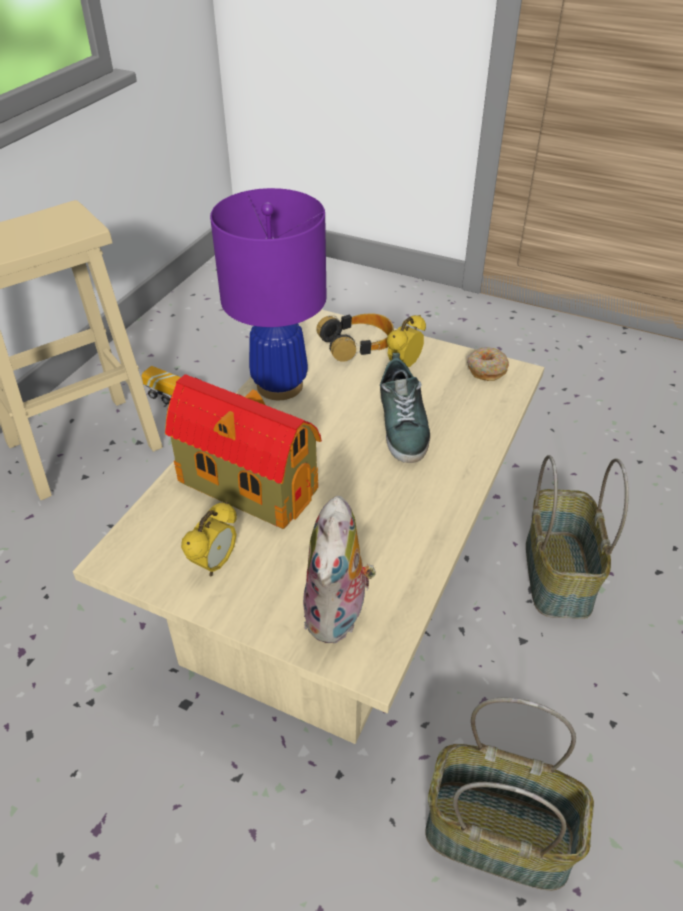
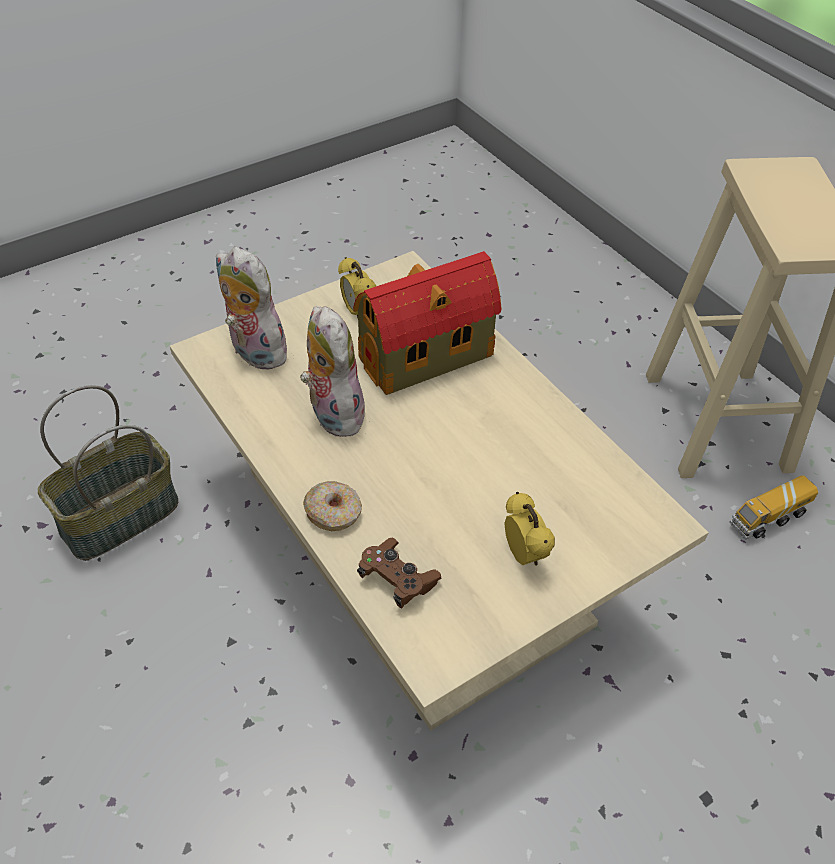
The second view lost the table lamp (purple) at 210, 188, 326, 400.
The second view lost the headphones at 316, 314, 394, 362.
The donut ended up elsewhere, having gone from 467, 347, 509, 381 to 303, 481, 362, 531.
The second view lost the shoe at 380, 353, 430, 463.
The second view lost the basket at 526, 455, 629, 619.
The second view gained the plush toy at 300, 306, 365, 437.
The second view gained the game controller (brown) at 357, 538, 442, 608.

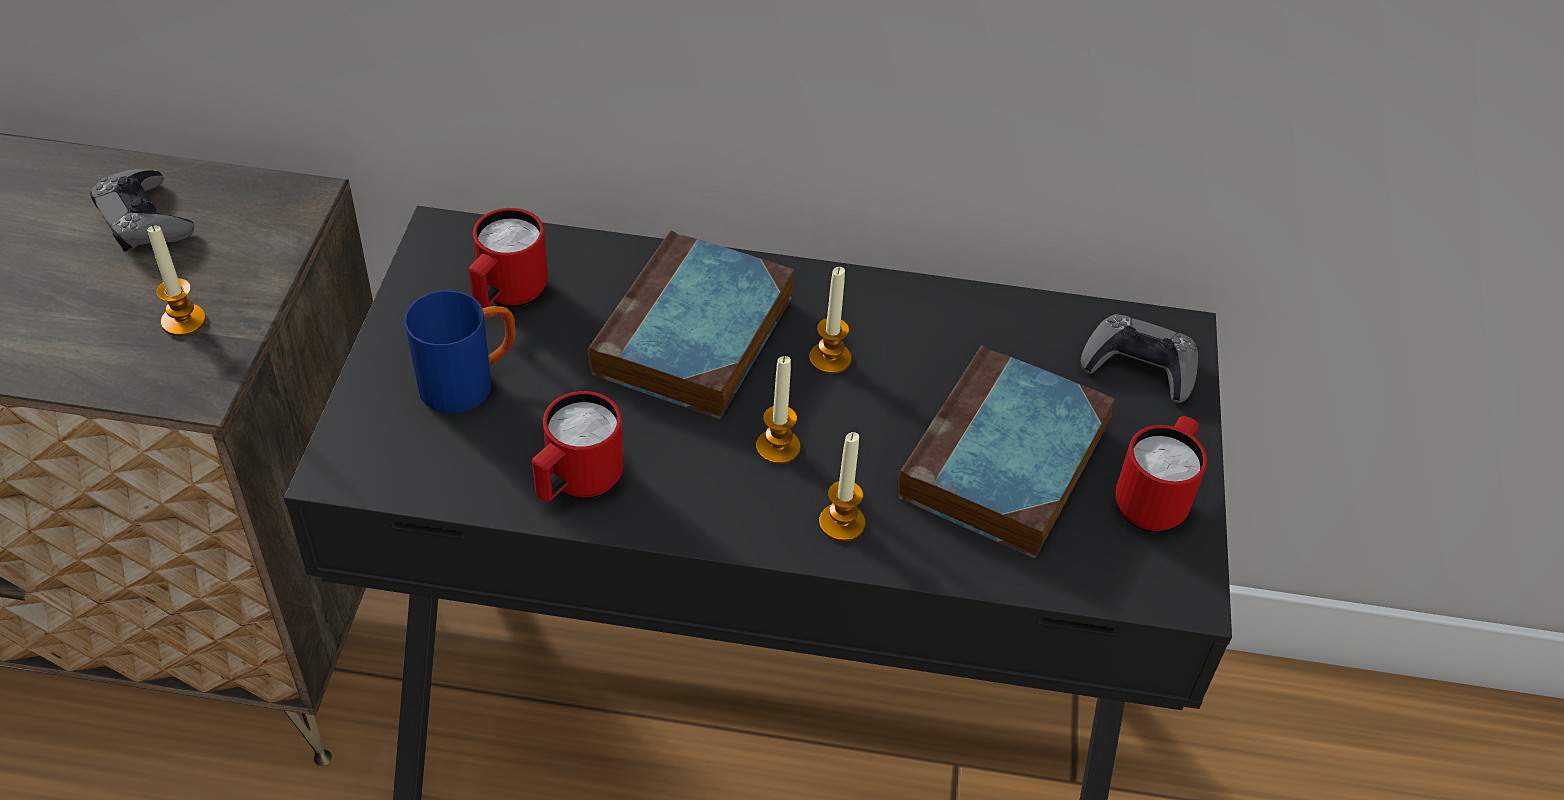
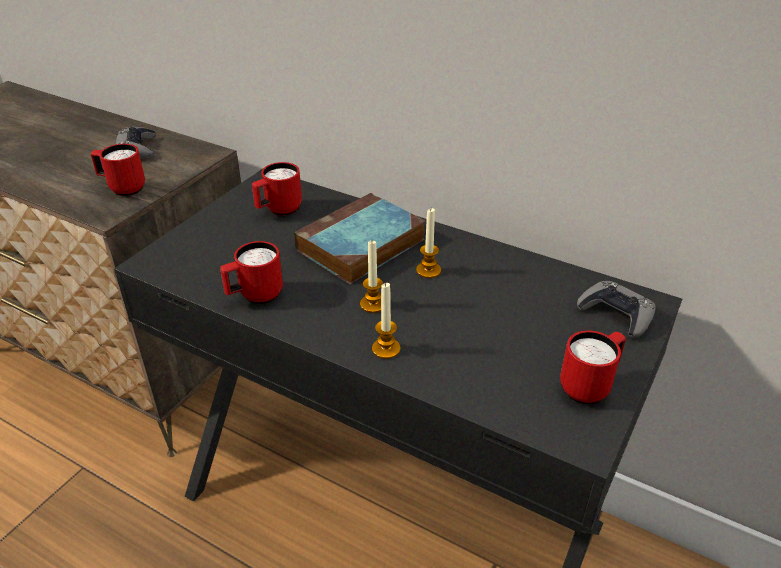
Where the candle stood at 147, 225, 206, 336, the mug (red) came to stand at 91, 144, 145, 196.
The second view lost the mug (blue) at 404, 290, 516, 413.
The second view lost the book at 897, 345, 1115, 558.

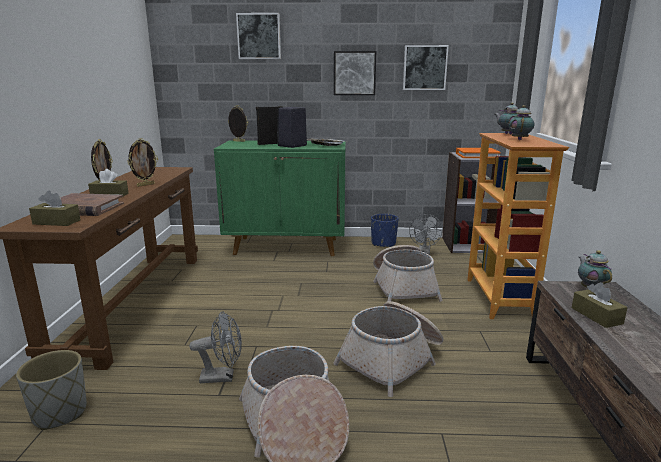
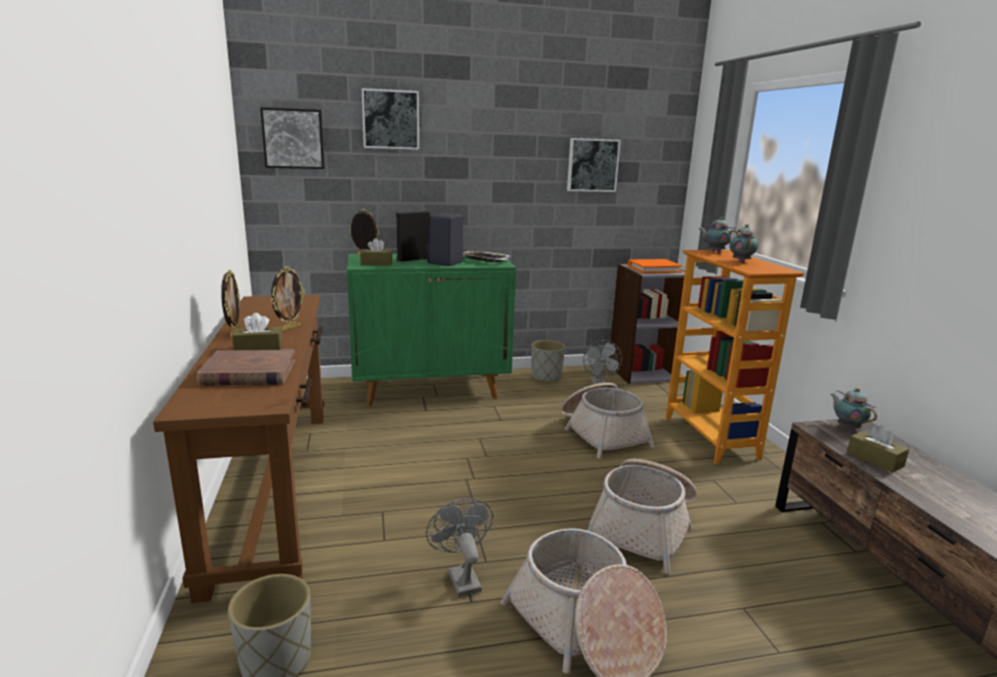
The picture ended up elsewhere, having gone from 334, 51, 376, 95 to 260, 107, 324, 169.
The tissue box (brown) ended up elsewhere, having gone from 29, 191, 81, 226 to 360, 238, 392, 265.
What was the planter (blue) at 371, 214, 399, 247 turned into the planter (grey) at 531, 340, 565, 382.
The fan (grey) at 189, 311, 242, 383 ended up facing another way, 90 degrees counterclockwise from before.

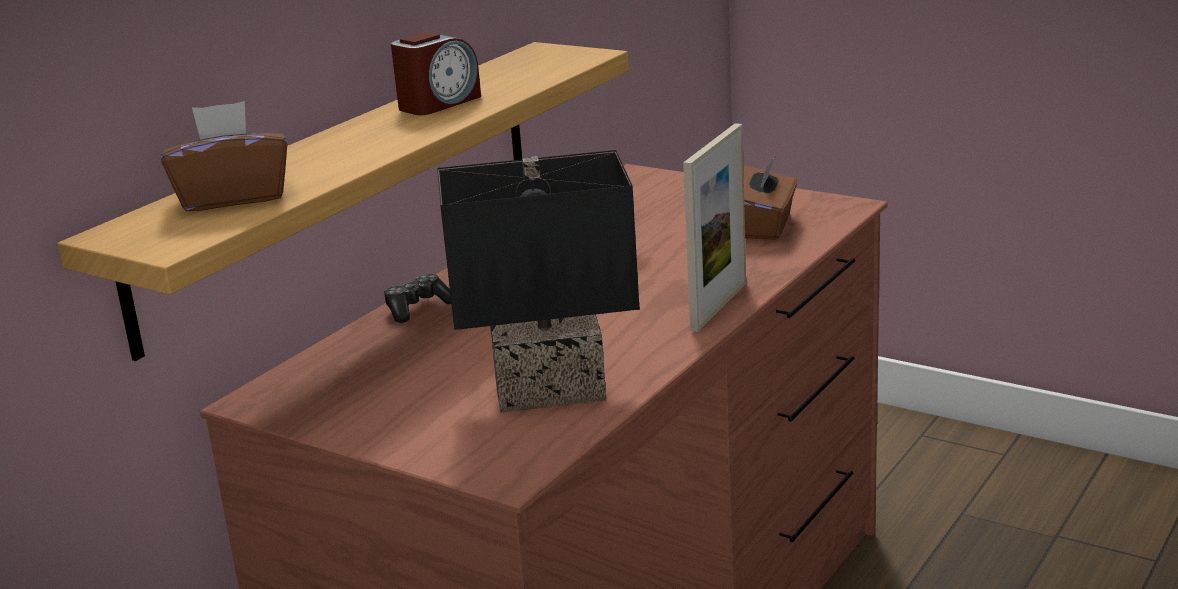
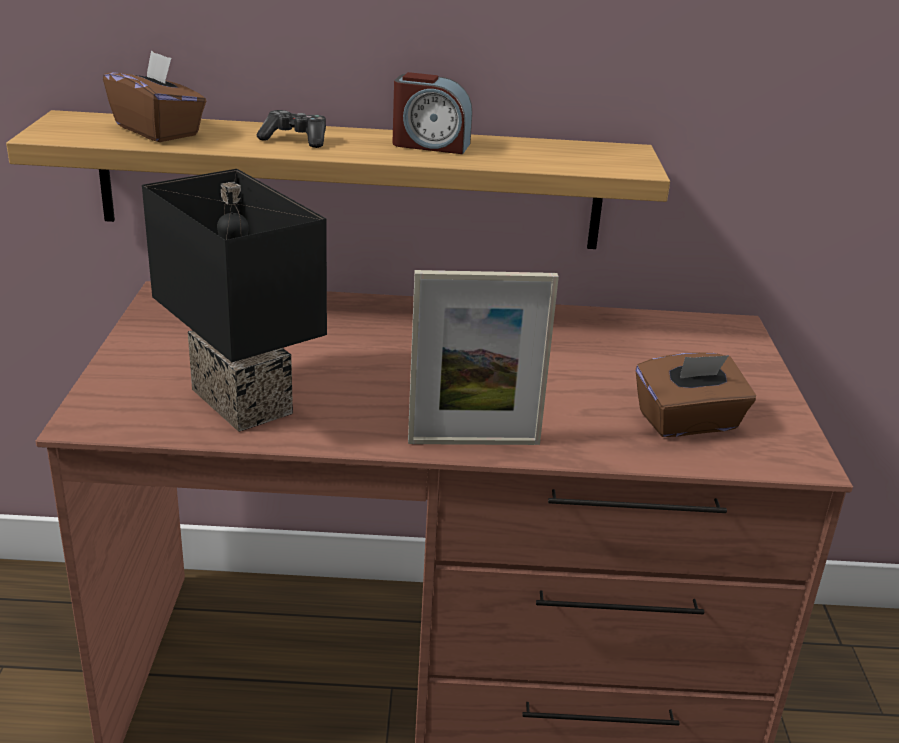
The game controller ended up elsewhere, having gone from 384, 274, 451, 323 to 257, 110, 326, 148.

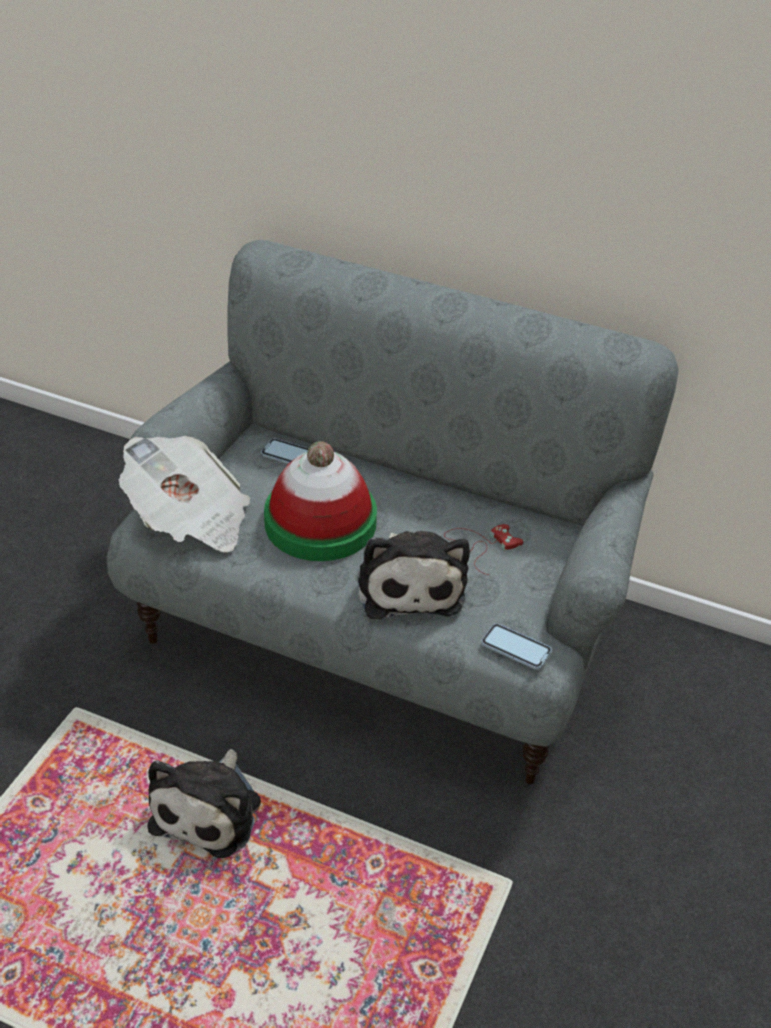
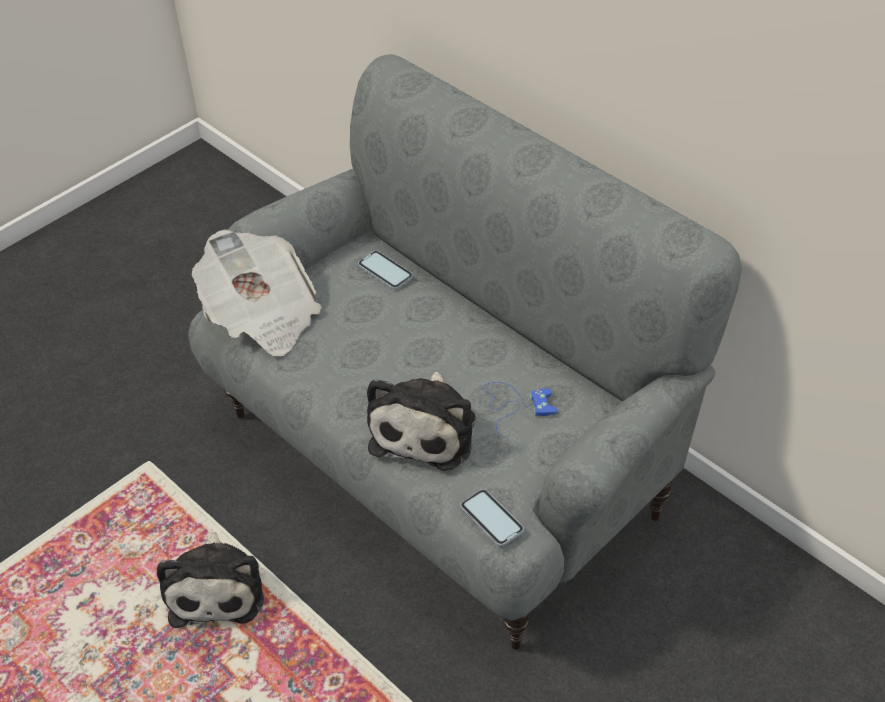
The second view lost the hat at 264, 441, 377, 561.
What was the game controller (red) at 444, 524, 523, 575 turned into the game controller (blue) at 483, 382, 558, 438.
The plush toy at 147, 749, 261, 858 ended up facing another way, 45 degrees counterclockwise from before.

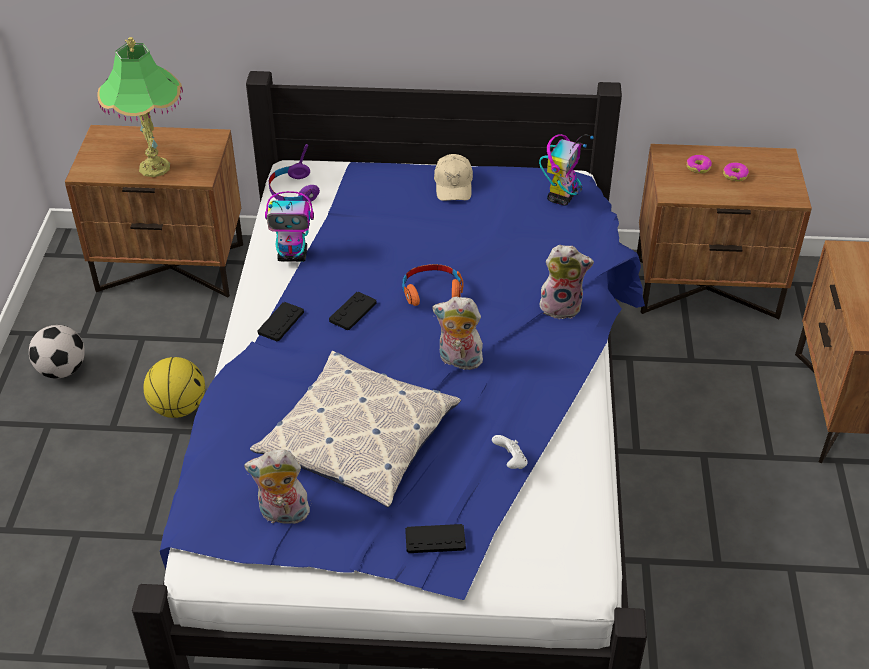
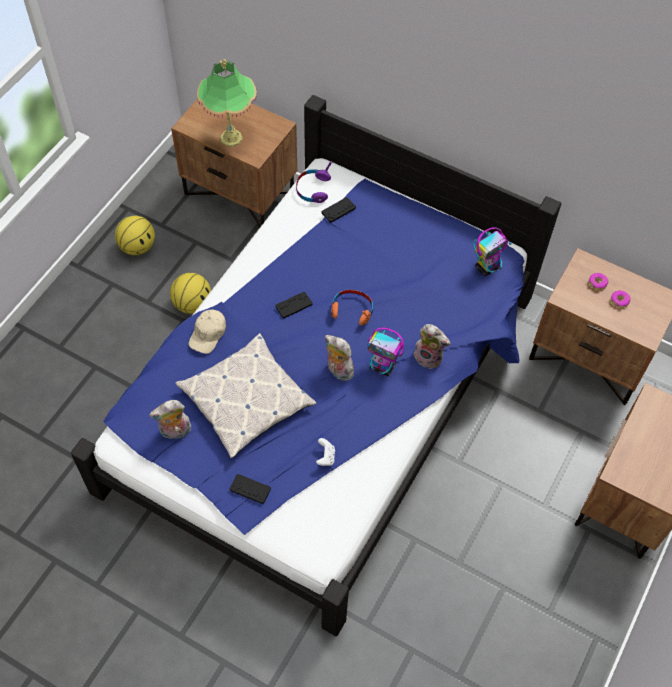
The cap (beige) ended up elsewhere, having gone from 434, 154, 473, 201 to 189, 310, 226, 354.
The toy robot ended up elsewhere, having gone from 265, 191, 314, 262 to 367, 328, 404, 376.
The game controller (black) ended up elsewhere, having gone from 257, 302, 304, 341 to 322, 197, 356, 223.
Where the football stood at 29, 325, 85, 379, the basketball came to stand at 115, 216, 155, 255.
The plush toy at 244, 450, 311, 524 ended up facing another way, 45 degrees counterclockwise from before.

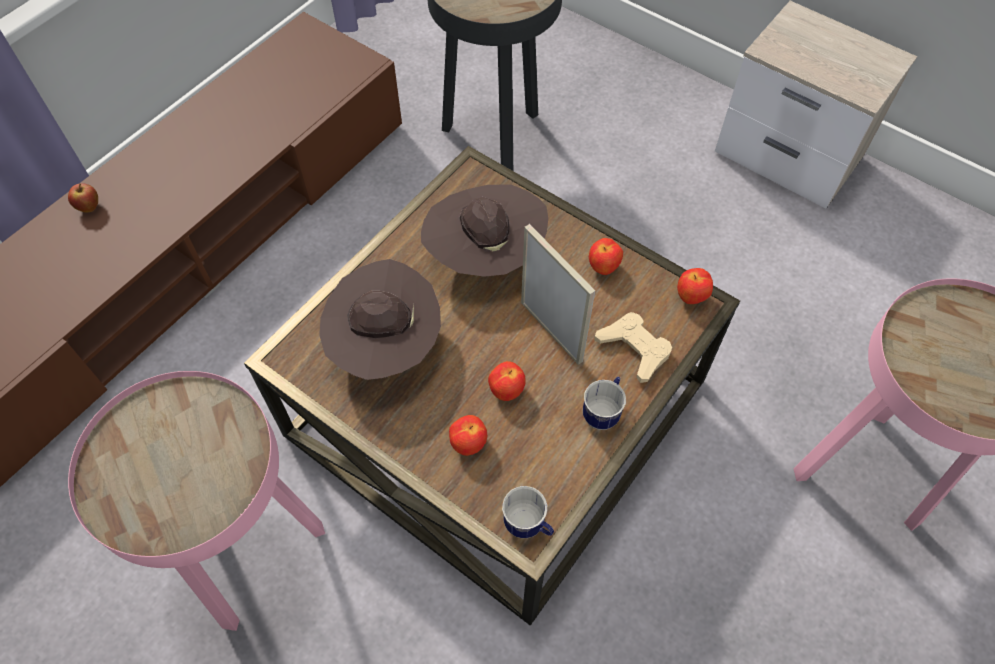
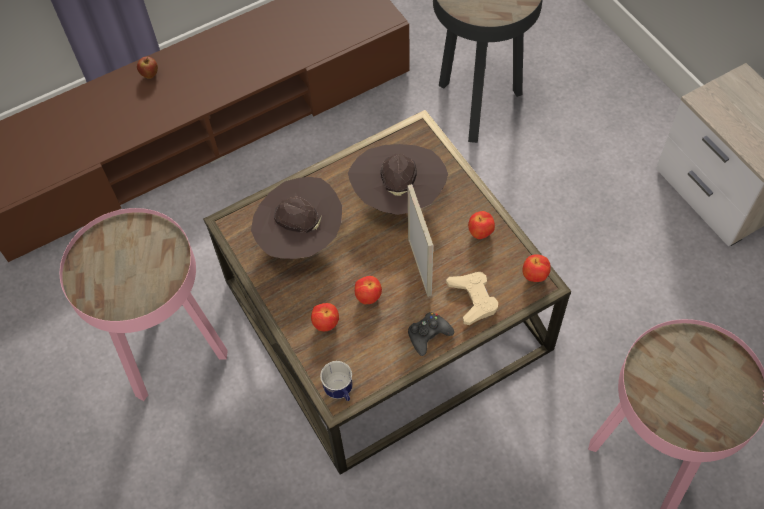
Where the mug stood at 583, 376, 626, 430, the game controller (black) came to stand at 408, 312, 454, 356.

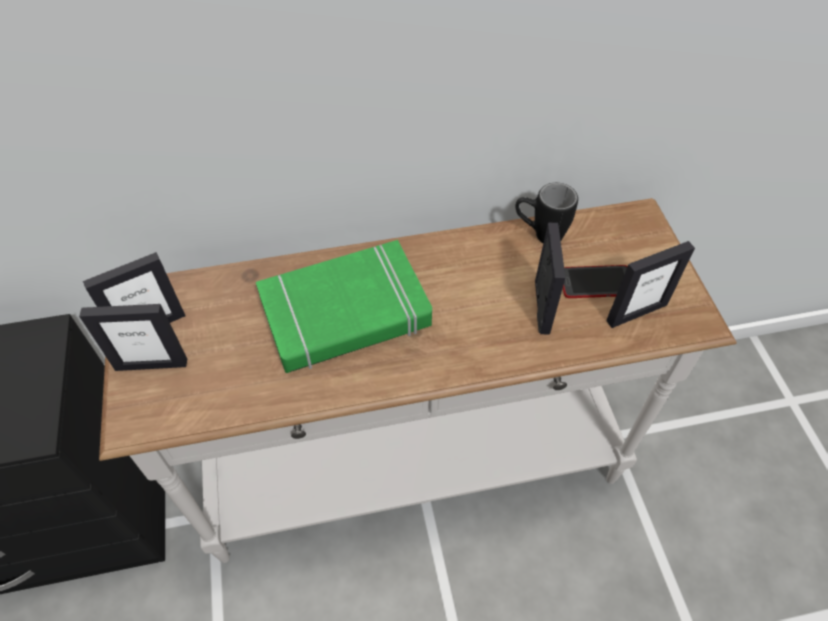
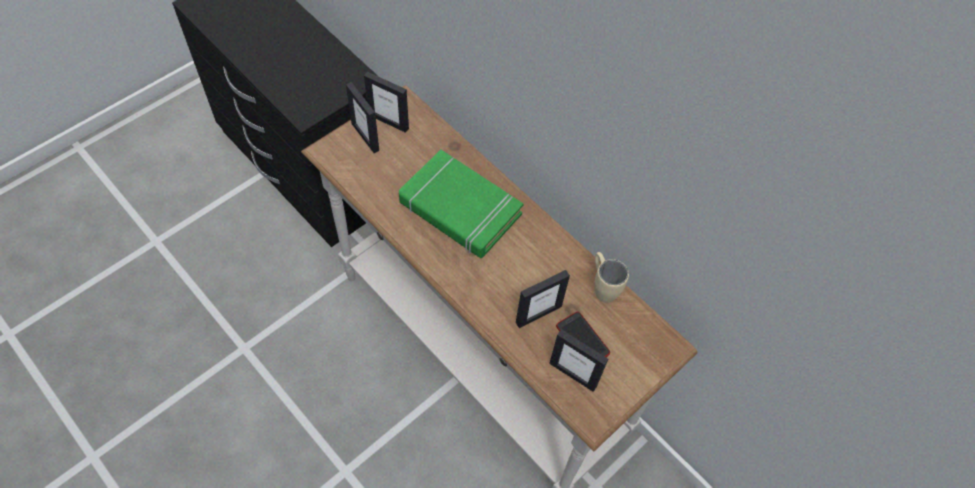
What was the mug (black) at 515, 183, 578, 243 turned into the mug (beige) at 595, 252, 629, 303.

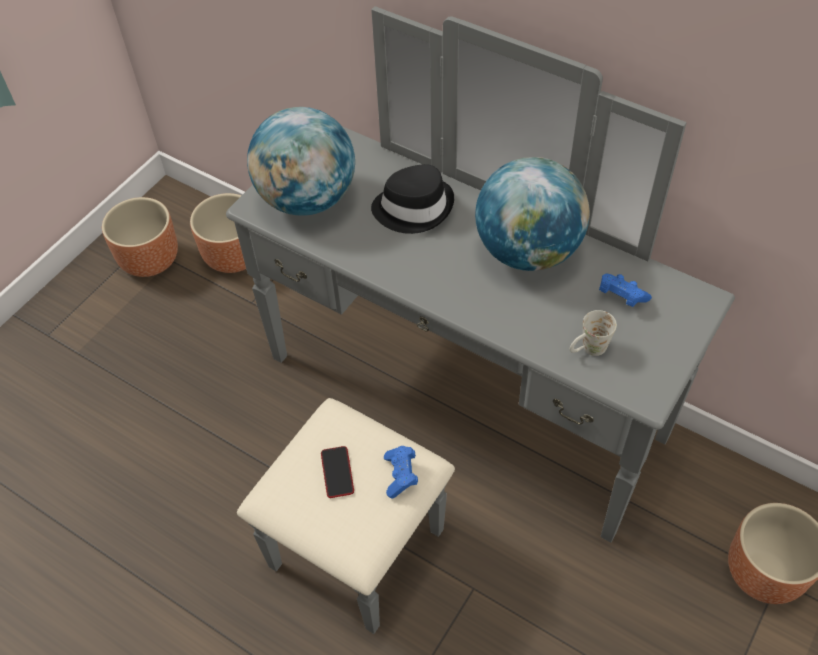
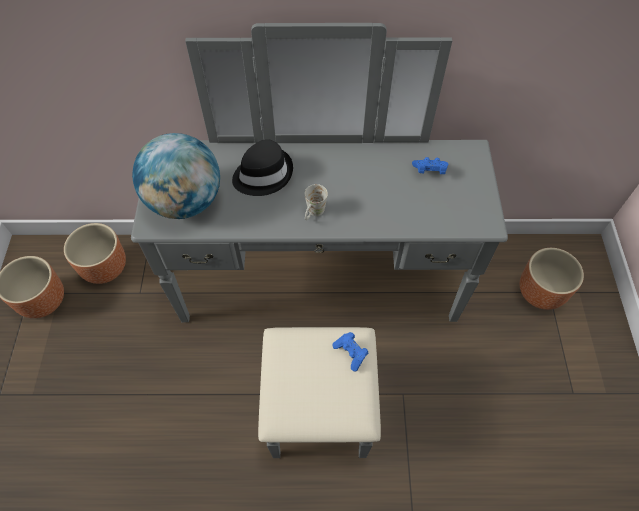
The second view lost the globe at 475, 157, 590, 271.
The mug (white) ended up elsewhere, having gone from 569, 310, 617, 356 to 305, 184, 328, 220.
The second view lost the phone at 321, 446, 354, 498.

